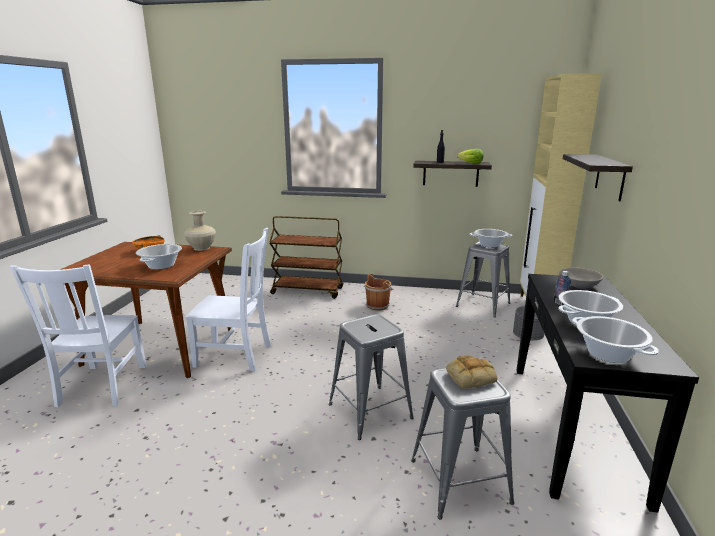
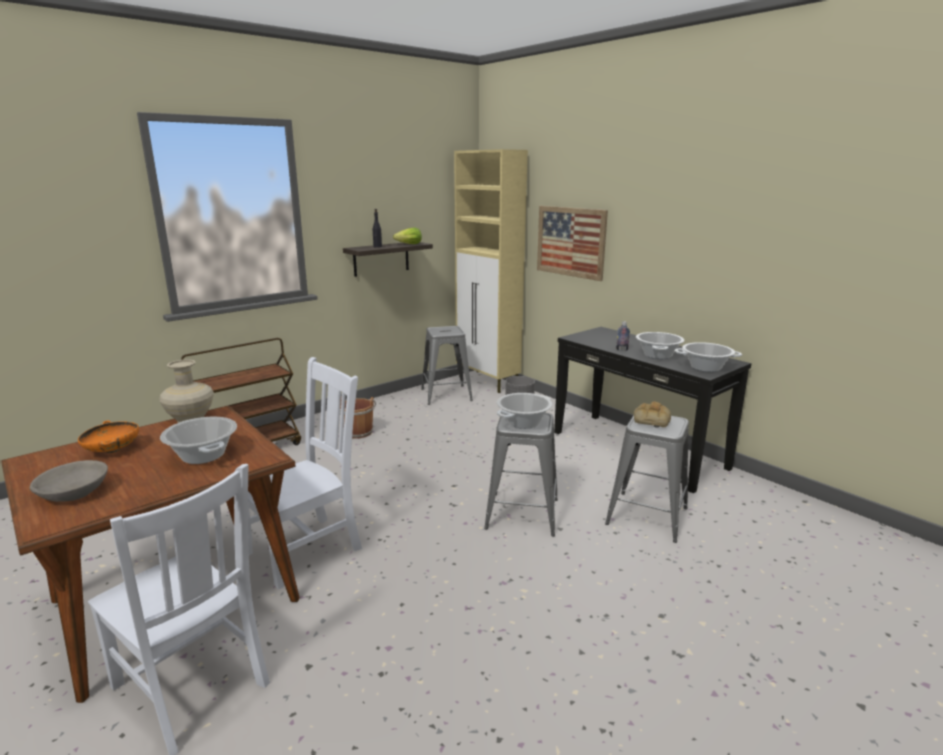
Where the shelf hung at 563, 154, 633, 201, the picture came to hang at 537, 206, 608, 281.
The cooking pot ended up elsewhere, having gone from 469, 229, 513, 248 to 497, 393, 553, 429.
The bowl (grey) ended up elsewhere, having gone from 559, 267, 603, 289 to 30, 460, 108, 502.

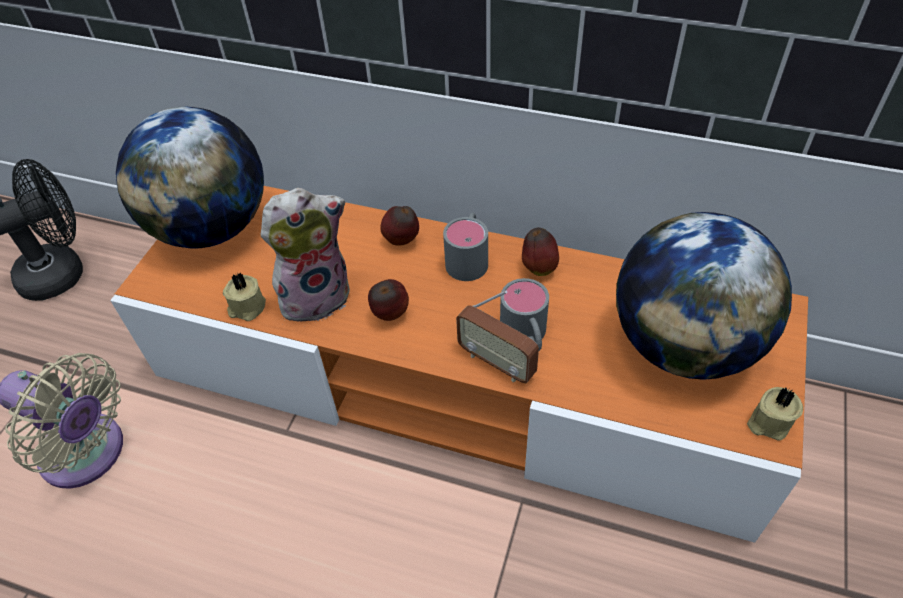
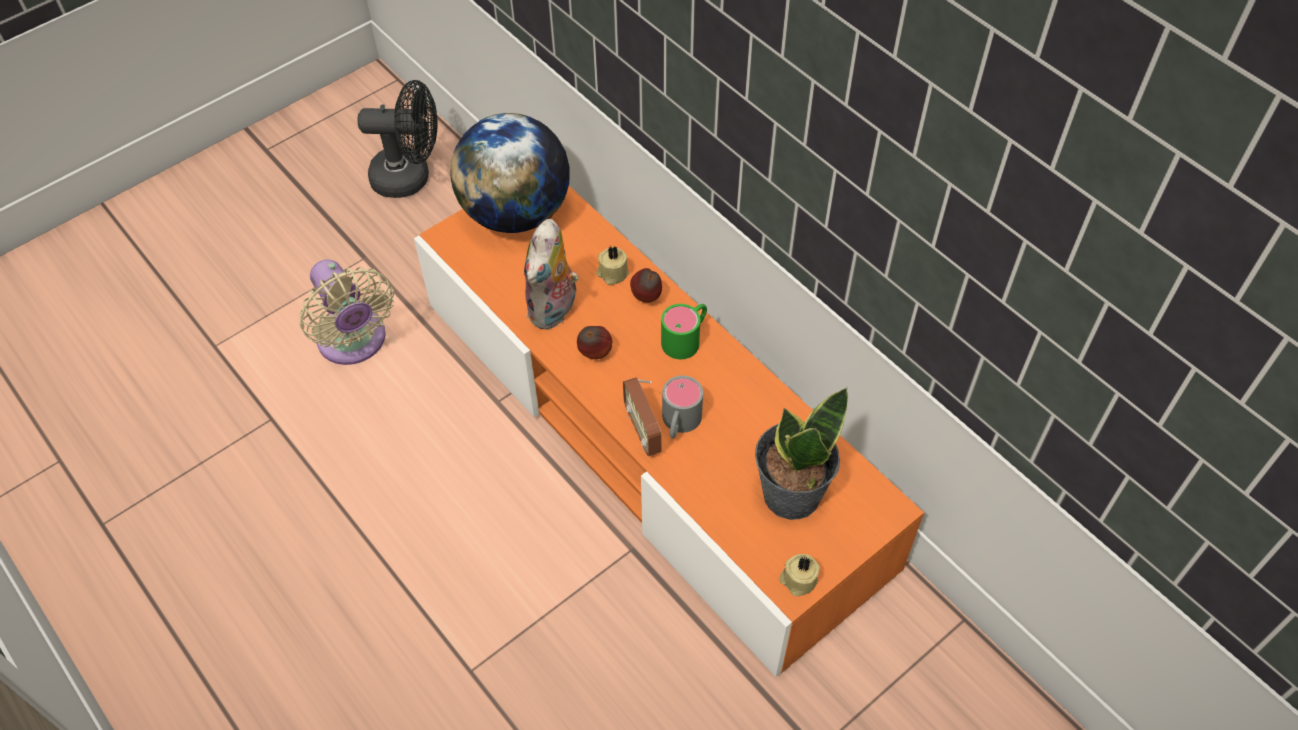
The plush toy at 261, 188, 350, 322 ended up facing another way, 105 degrees clockwise from before.
What was the mug (grey) at 443, 212, 488, 281 turned into the mug (green) at 661, 304, 707, 359.
Where the globe stood at 616, 212, 792, 380, the potted plant came to stand at 755, 387, 848, 520.
The second view lost the apple at 522, 228, 559, 276.
The candle (beige) ended up elsewhere, having gone from 223, 272, 266, 321 to 596, 246, 629, 285.

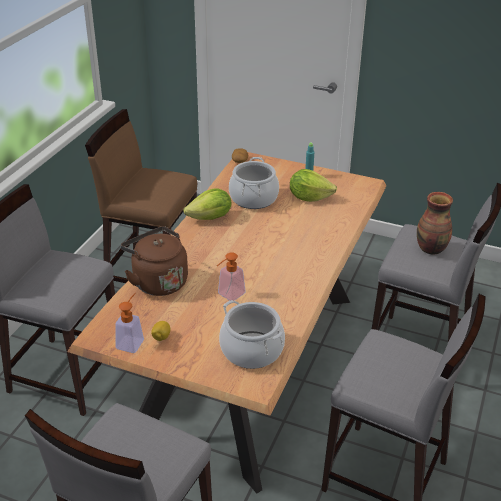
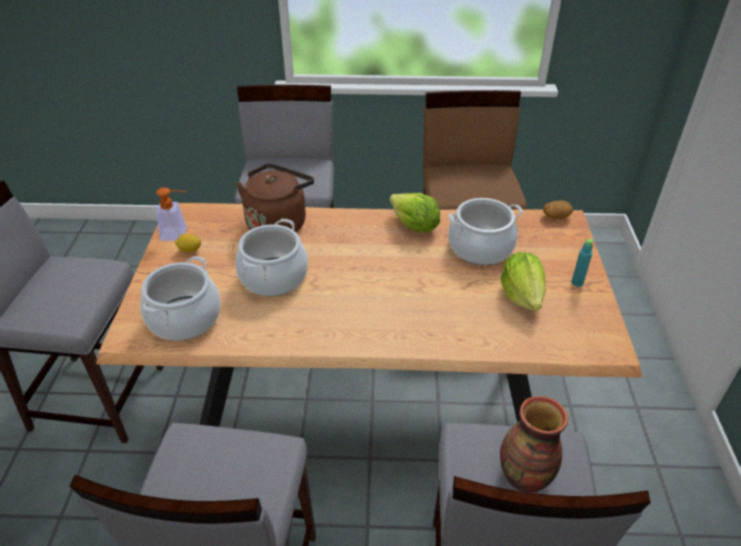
Where the soap dispenser stood at 217, 252, 246, 301, the cooking pot came to stand at 235, 219, 308, 296.

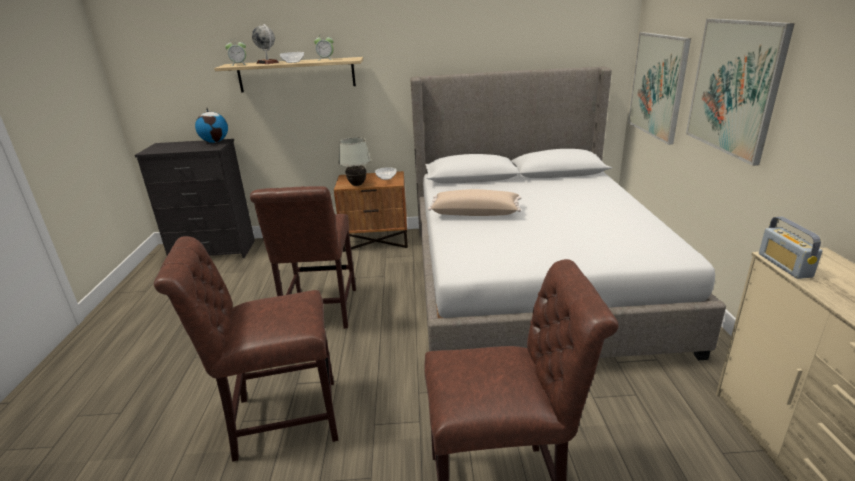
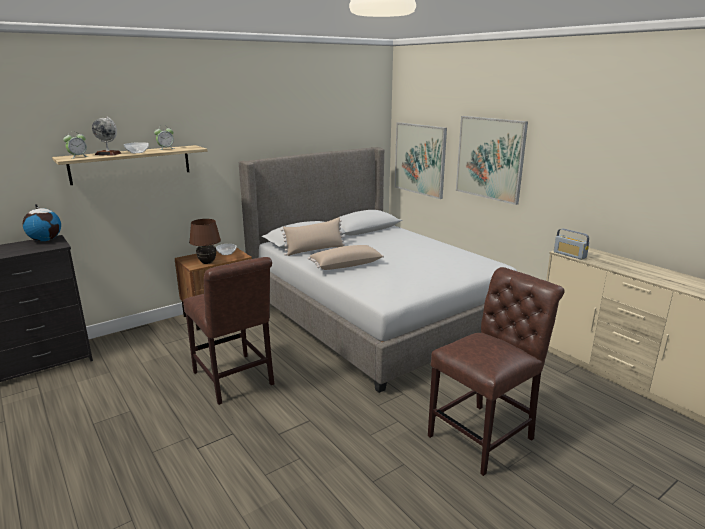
What was the table lamp (white) at 339, 137, 371, 186 turned into the table lamp (brown) at 189, 219, 221, 264.
The second view lost the chair (brown) at 154, 236, 338, 462.
The second view gained the pillow (beige) at 281, 217, 345, 256.

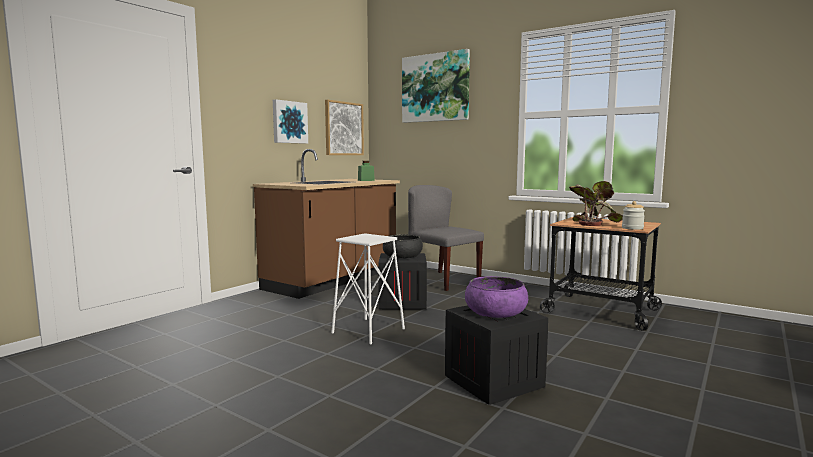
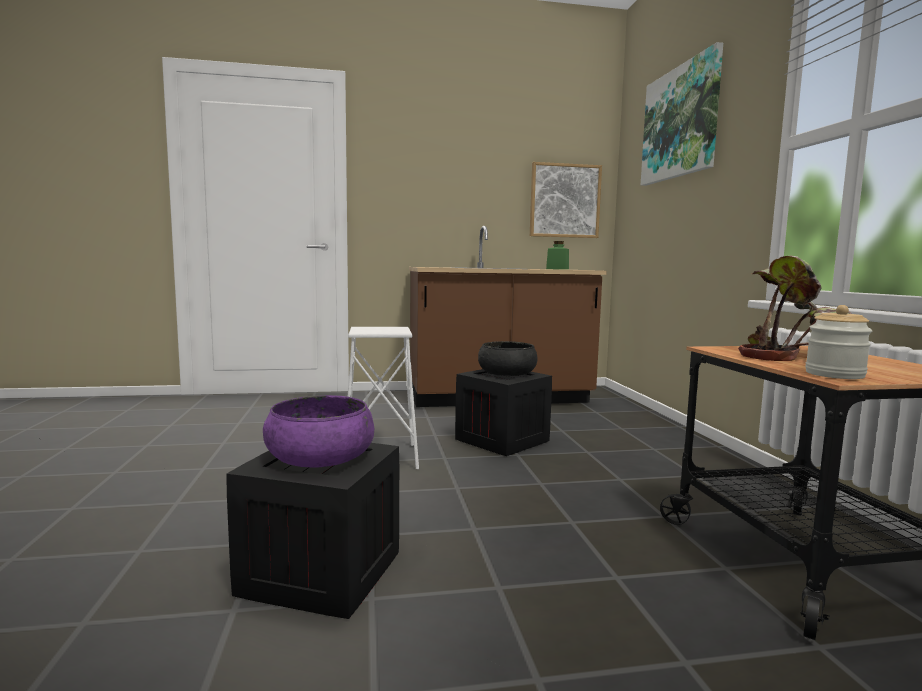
The second view lost the picture at 273, 99, 308, 144.
The second view lost the chair (grey) at 408, 185, 484, 291.

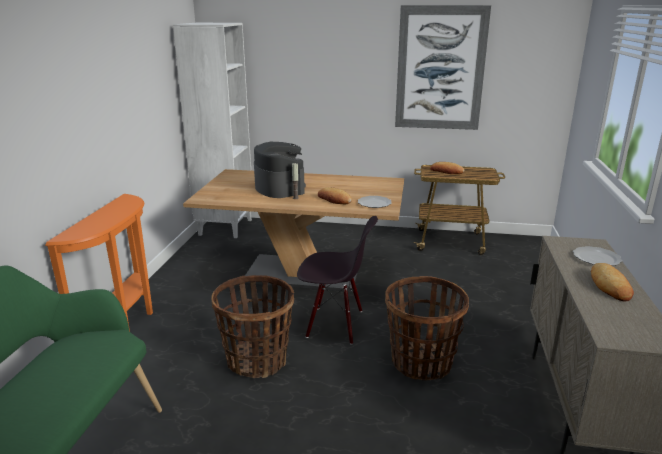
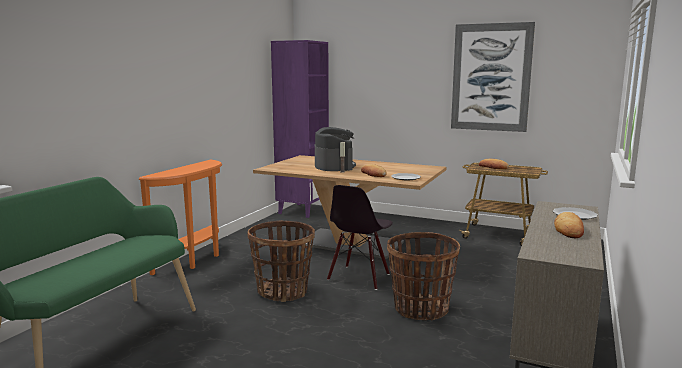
What was the bookcase (white) at 173, 23, 252, 238 turned into the bookcase (purple) at 271, 40, 329, 218.
The chair (black) at 297, 216, 378, 345 ended up facing another way, 90 degrees clockwise from before.

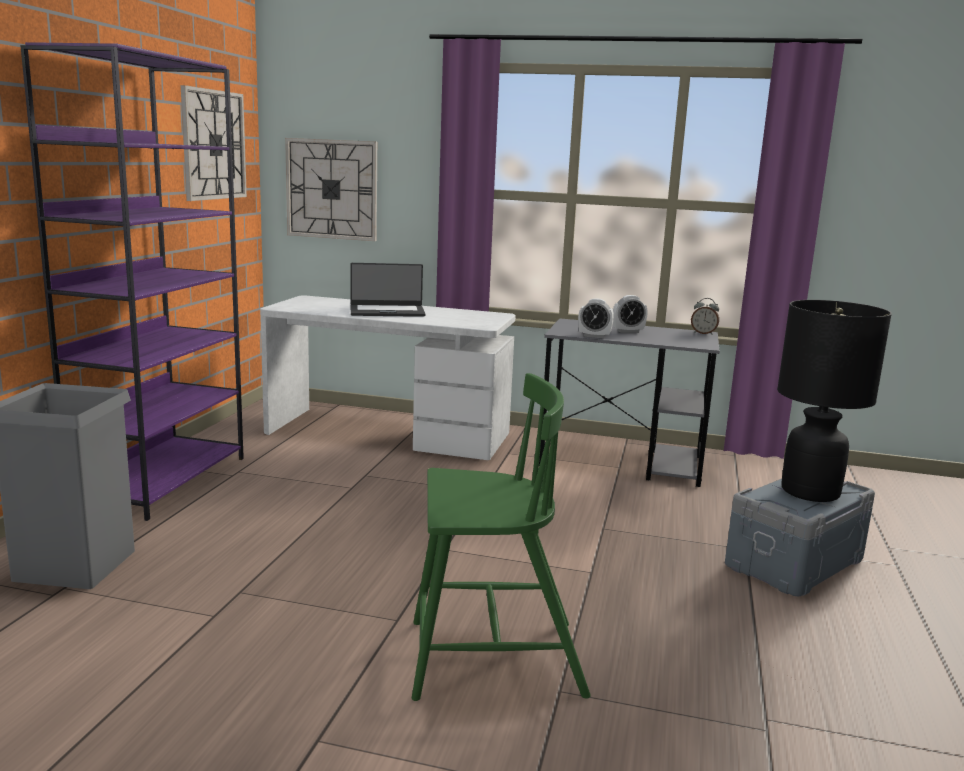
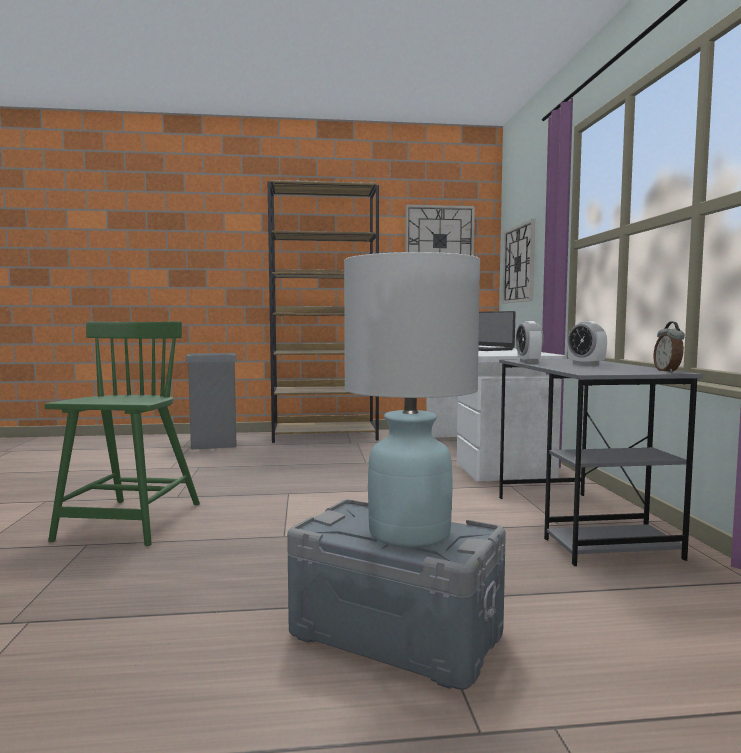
What was the bookcase (purple) at 20, 42, 244, 521 turned into the bookcase (brown) at 268, 180, 379, 443.
What was the table lamp (black) at 777, 300, 892, 502 turned into the table lamp (white) at 344, 252, 480, 548.
The chair (green) at 412, 373, 591, 701 ended up facing another way, 150 degrees counterclockwise from before.

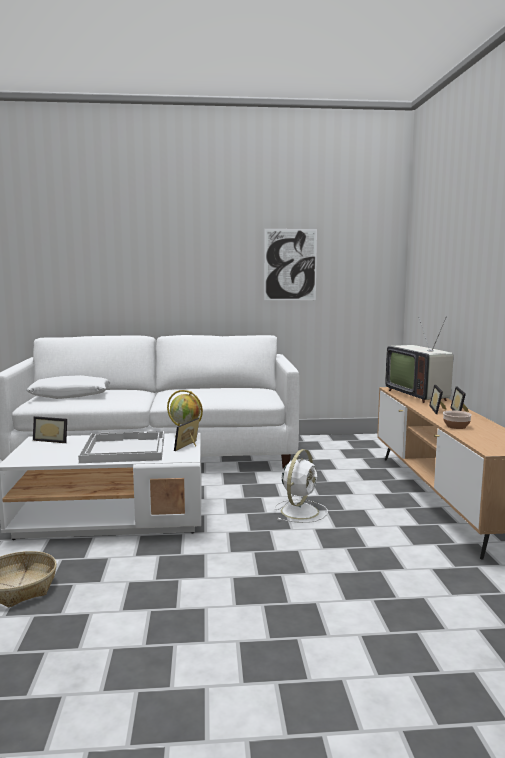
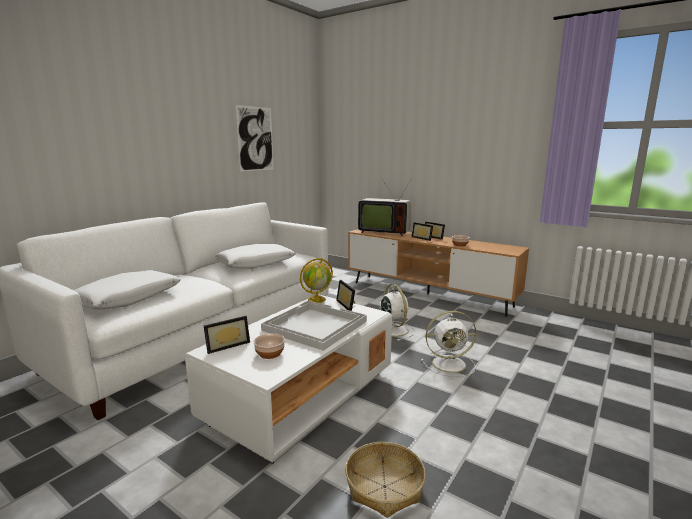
The second view gained the pillow (white) at 215, 244, 296, 268.
The second view gained the fan (white) at 421, 311, 477, 377.
The second view gained the bowl at 254, 333, 285, 359.

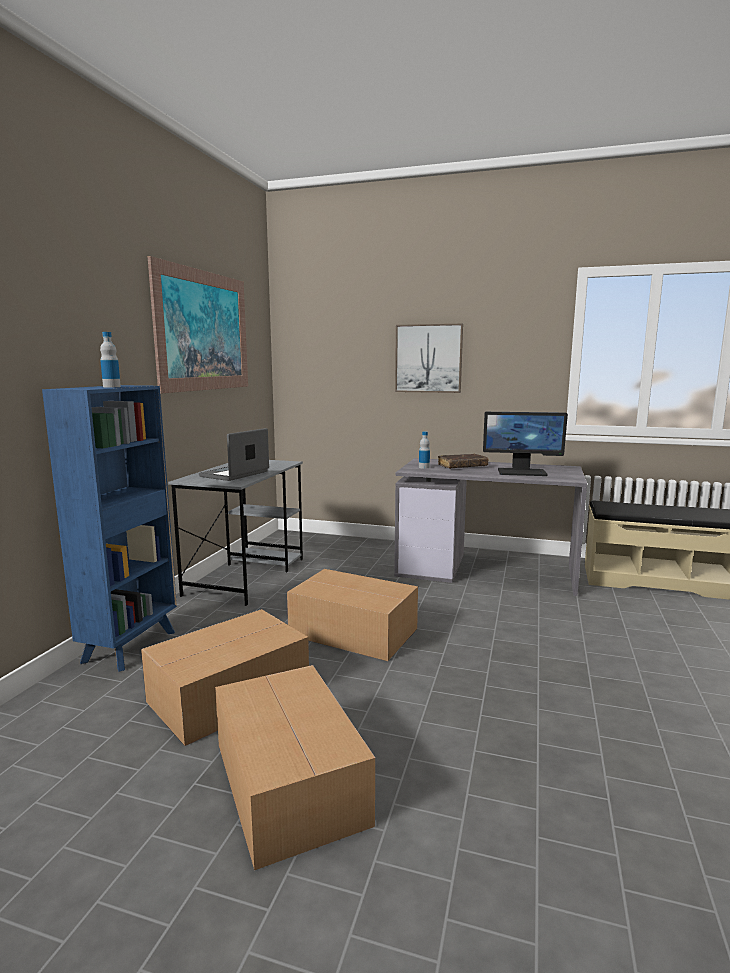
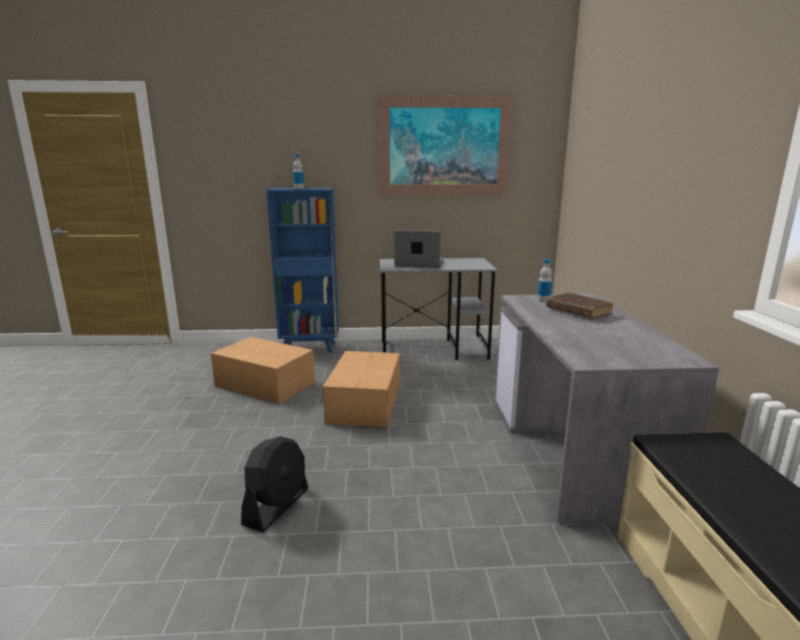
The second view lost the picture at 395, 324, 463, 393.
The second view lost the monitor at 483, 412, 568, 476.
The second view lost the cardboard box at 215, 665, 375, 870.
The second view gained the fan (black) at 241, 436, 308, 533.

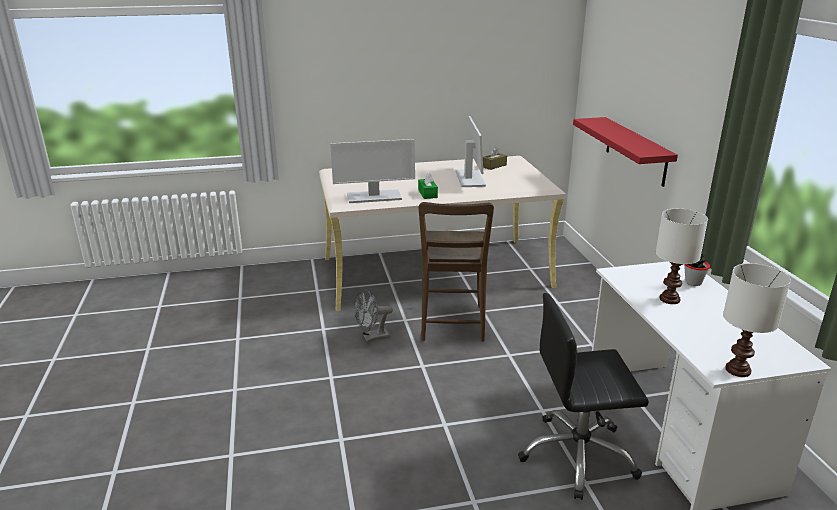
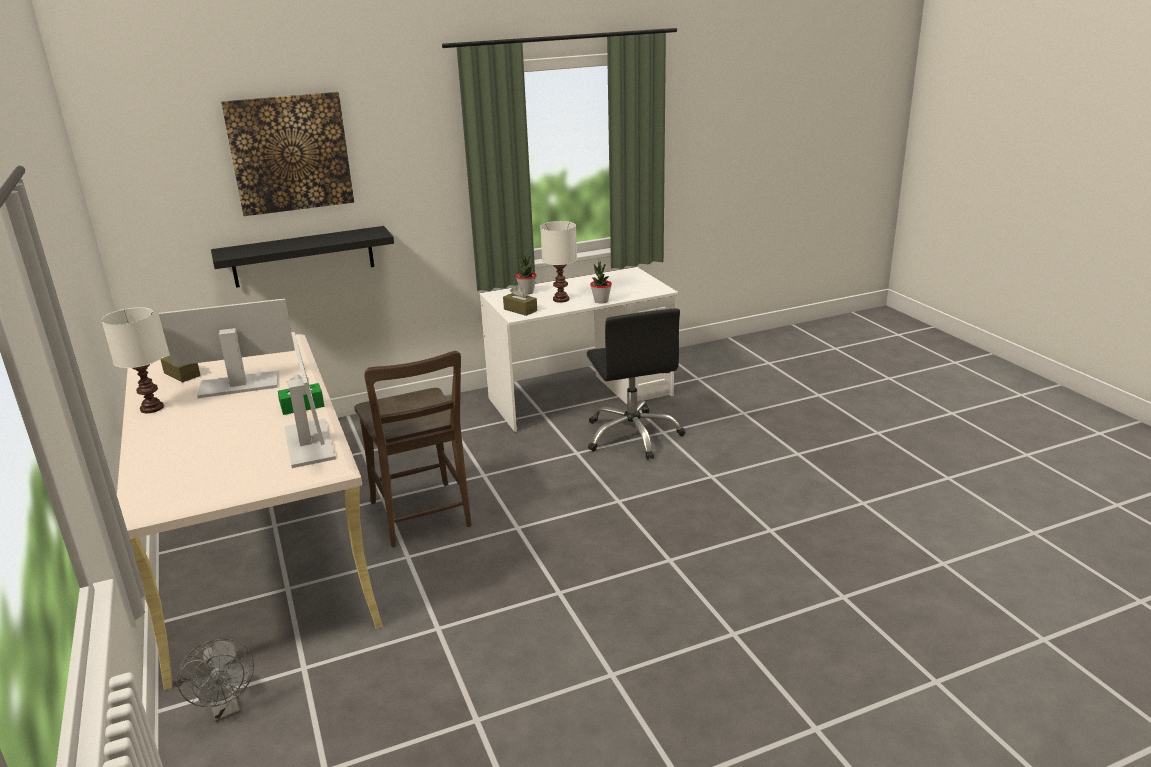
What was the shelf (red) at 573, 117, 678, 187 turned into the shelf (black) at 211, 226, 394, 288.
The chair (brown) at 419, 202, 494, 342 ended up facing another way, 75 degrees clockwise from before.
The table lamp (white) ended up elsewhere, having gone from 723, 263, 791, 377 to 101, 307, 164, 413.
The fan (grey) ended up elsewhere, having gone from 355, 289, 393, 342 to 177, 638, 254, 722.
The second view gained the picture at 221, 92, 354, 216.
The second view gained the potted plant at 590, 262, 612, 304.
The second view gained the tissue box (brown) at 503, 285, 537, 316.

